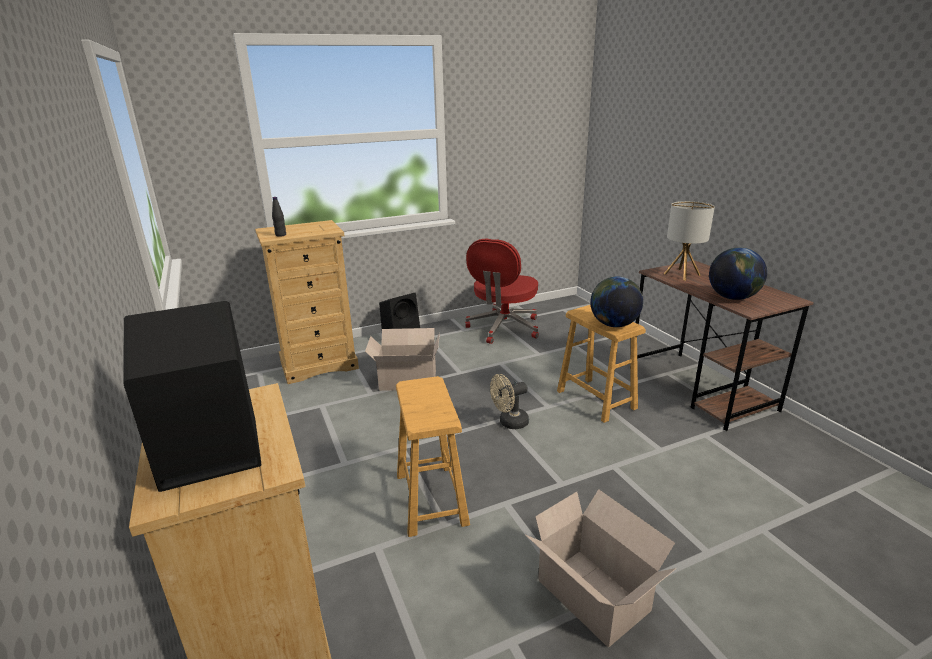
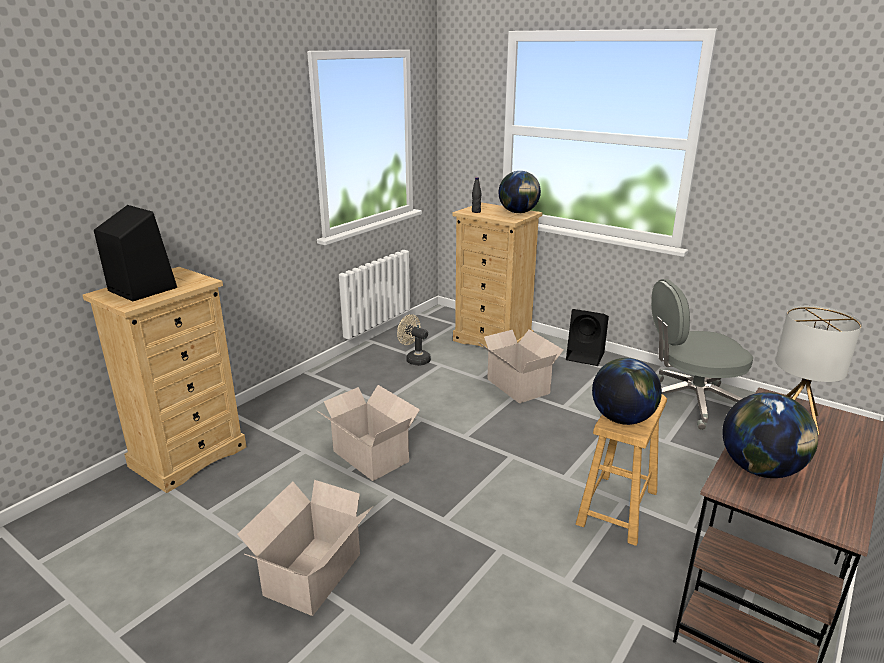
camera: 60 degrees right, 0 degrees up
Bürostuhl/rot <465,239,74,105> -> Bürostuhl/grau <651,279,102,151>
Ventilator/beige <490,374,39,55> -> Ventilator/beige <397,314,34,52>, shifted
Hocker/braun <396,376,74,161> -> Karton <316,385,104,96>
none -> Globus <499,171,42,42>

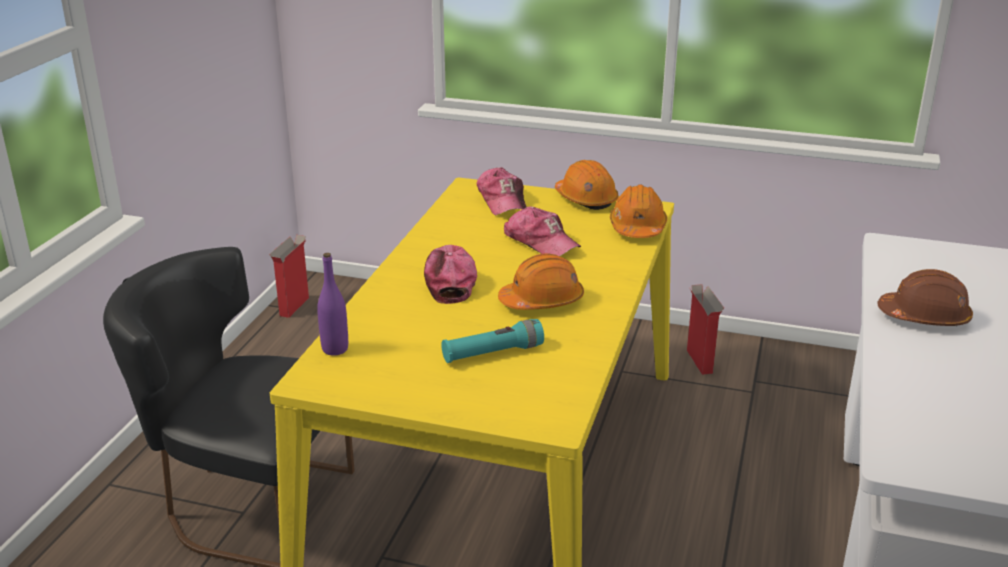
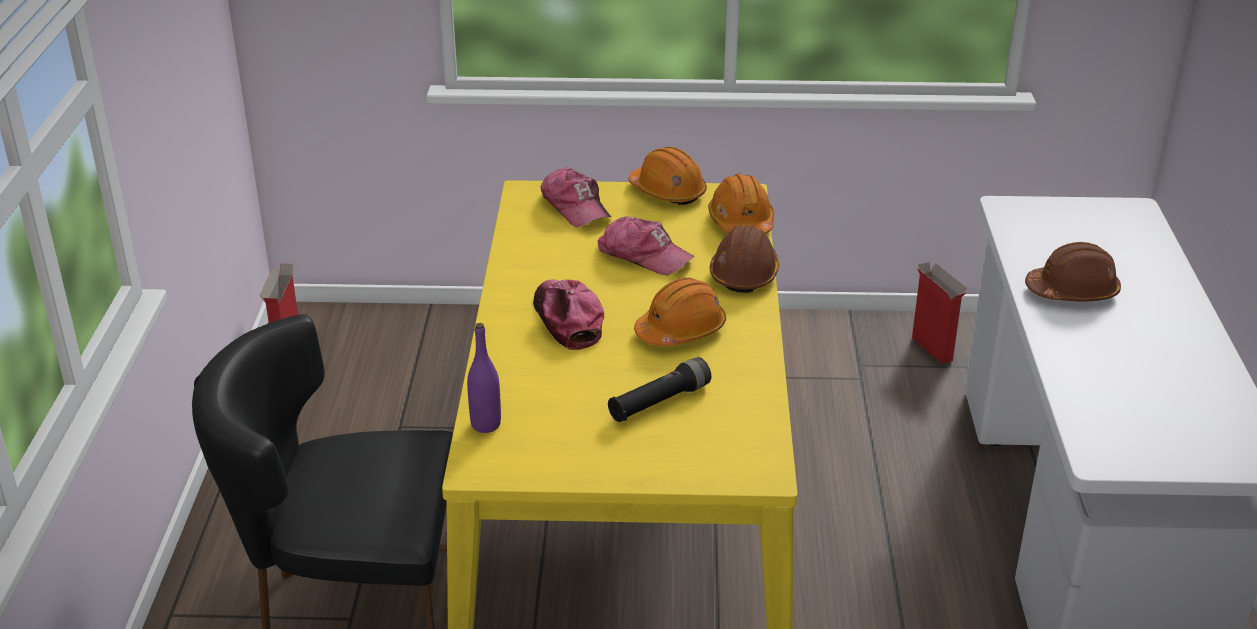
camera: 15 degrees left, 5 degrees up
Karton <687,284,37,91> -> Karton <912,262,55,102>, shifted
Taschenlampe/türkis <441,319,103,44> -> Taschenlampe/schwarz <608,357,103,65>
none -> Schutzhelm/braun <710,225,69,68>

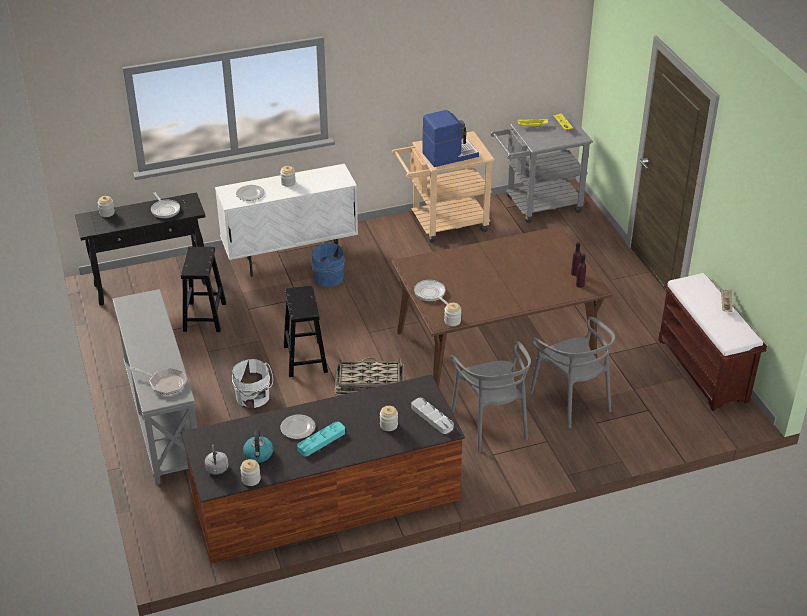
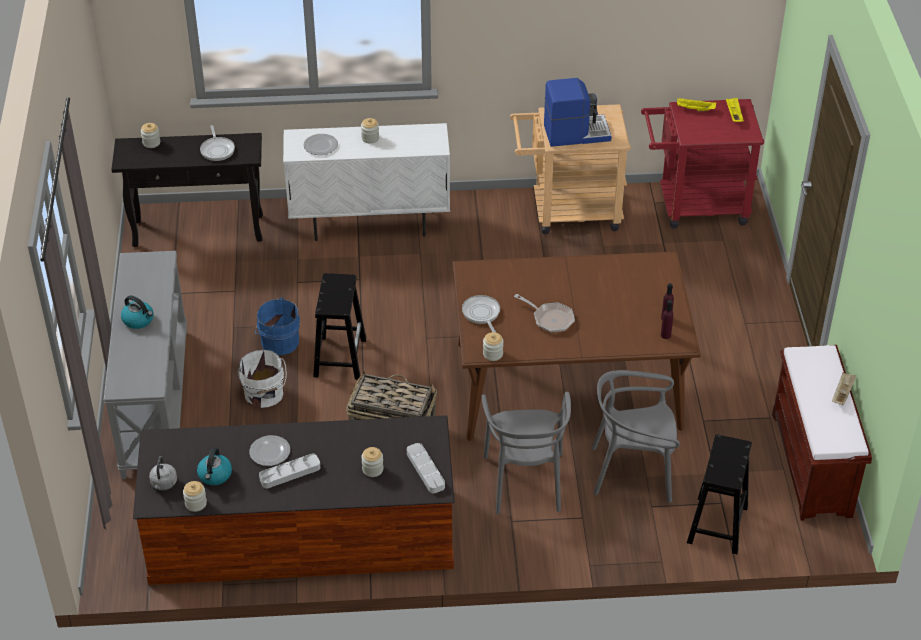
camera: 15 degrees right, 5 degrees up
Rollwagen/grau <490,114,103,109> -> Rollwagen/rot <641,99,123,129>
Eimer/blau <311,242,34,45> -> Eimer/blau <255,297,45,58>, shifted
Hocker/schwarz <181,247,45,85> -> Hocker/schwarz <687,434,65,120>, shifted
Stuhl/grau <529,317,86,111> -> Stuhl/grau <592,370,88,133>, 105 degrees clockwise
Pfanne <130,367,57,28> -> Pfanne <514,294,61,39>, shifted
Tablett/türkis <297,422,48,34> -> Tablett/grau <259,454,61,34>
none -> Wasserkessel <121,295,33,34>

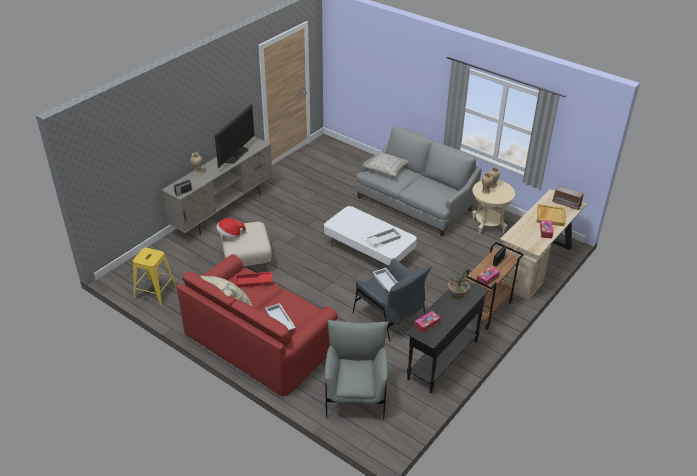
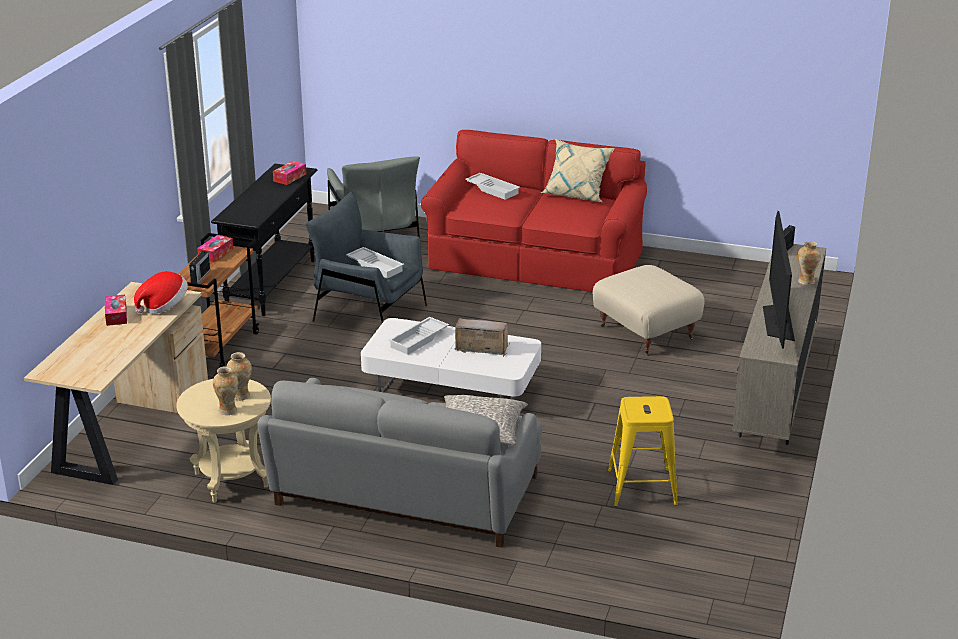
camera: 160 degrees right, 10 degrees down
Radio <552,185,32,25> -> Radio <455,318,55,39>, shifted
Tablett/beige <537,204,28,22> -> none
Hut <216,218,30,20> -> Hut <134,271,54,43>, shifted
Hocker/gelb <133,248,43,58> -> Hocker/gelb <608,396,70,110>, shifted
Topfpflanze <448,263,26,36> -> none
Tablett/rot <235,272,38,16> -> none

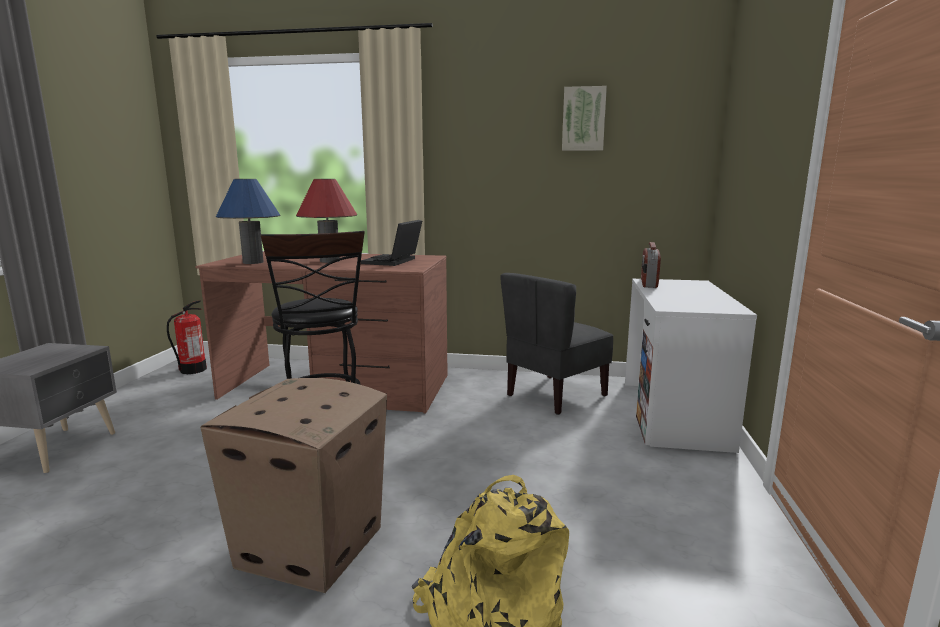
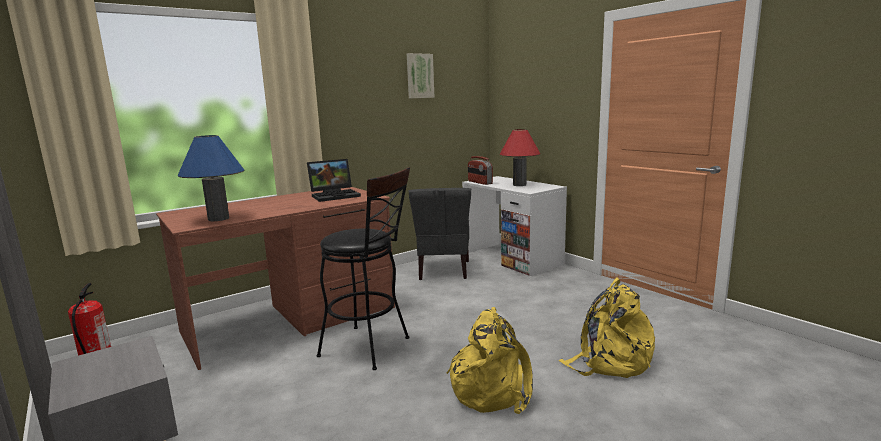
camera: 45 degrees left, 0 degrees up
Tischlampe/rot <296,179,61,84> -> Tischlampe/rot <500,129,40,57>, shifted
Laptop <361,220,61,46> -> Laptop <307,159,54,43>, 90 degrees counterclockwise
Karton <200,378,187,215> -> Rucksack/gelb <447,307,86,107>

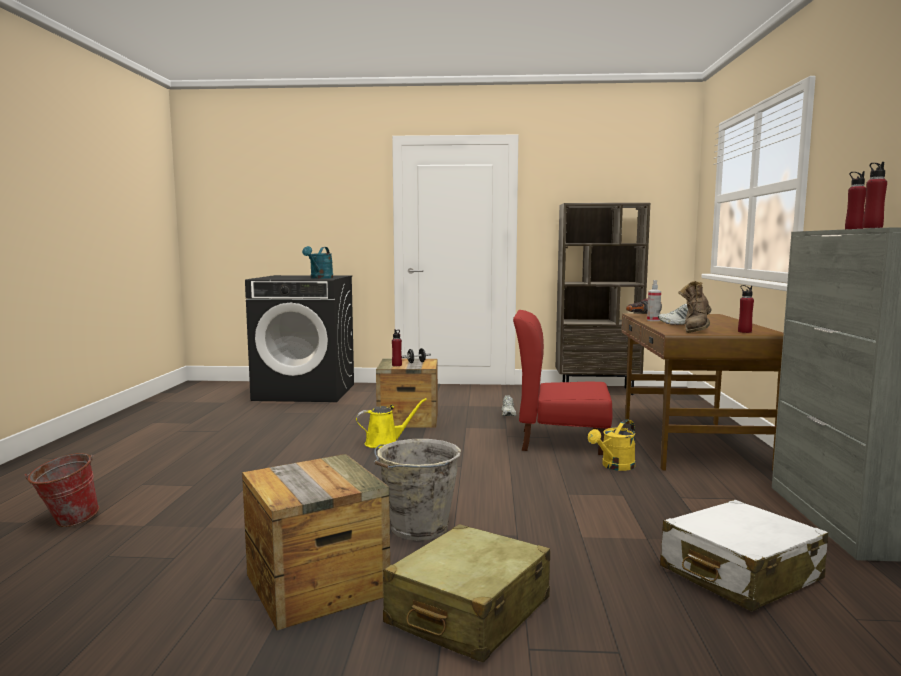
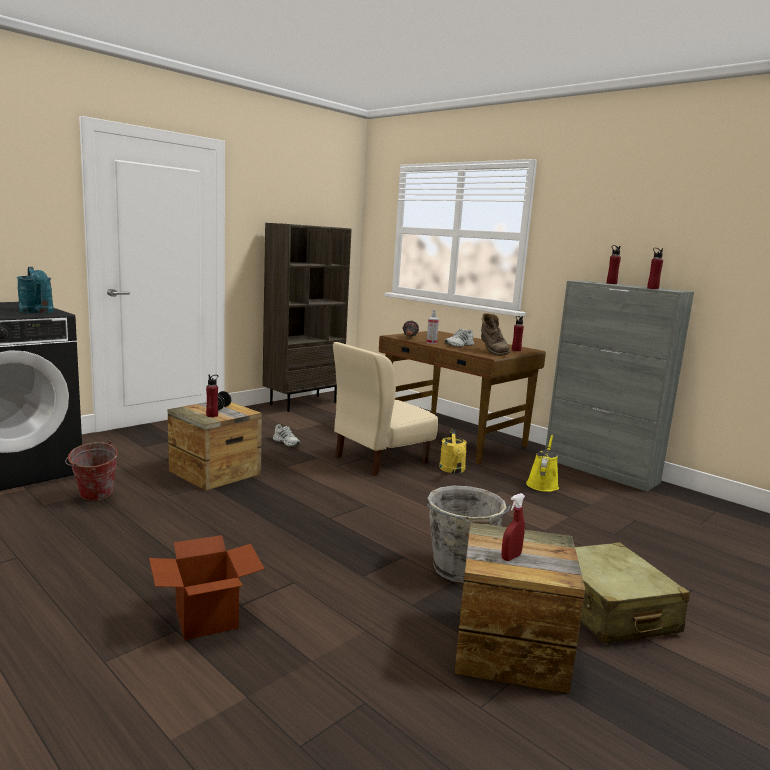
camera: 50 degrees left, 5 degrees up
Stuhl/rot <513,310,100,145> -> Stuhl/beige <333,342,105,134>
Gießkanne/gelb <356,398,71,50> -> Gießkanne/gelb <526,434,33,58>, shifted
Eimer <25,453,74,74> -> Eimer <65,441,53,60>, shifted
Koffer/weiß <660,500,168,112> -> none
none -> Sprühflasche/rot <501,493,24,68>
none -> Karton <149,535,116,105>

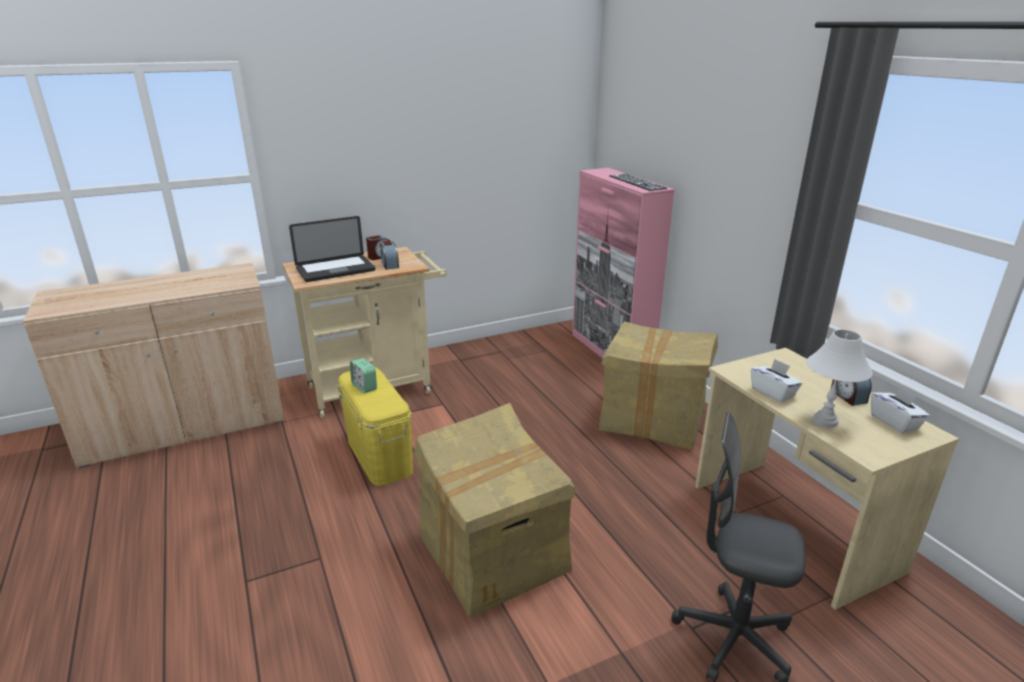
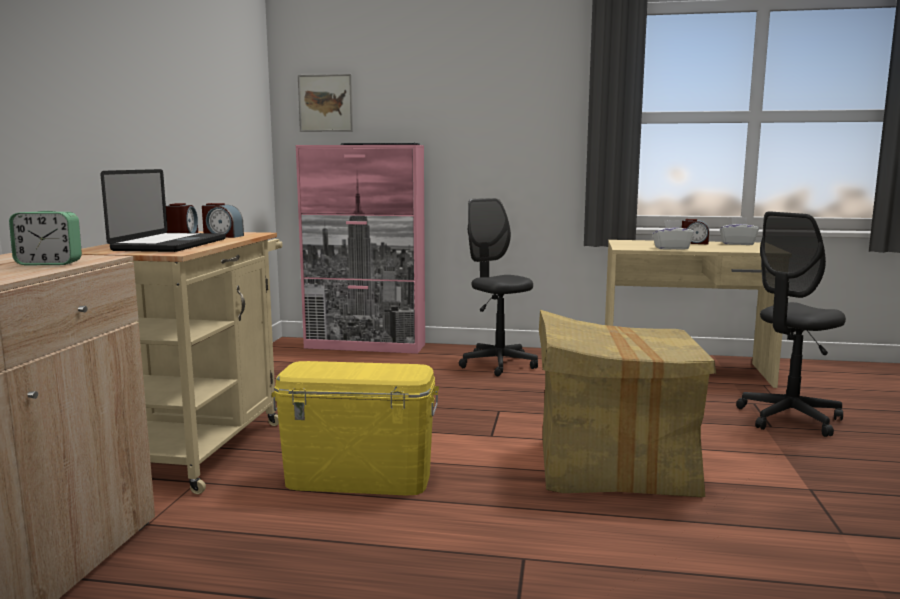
camera: 55 degrees left, 15 degrees down
Karton <598,321,120,129> -> Bürostuhl/grau <459,198,79,179>
Tischlampe/weiß <806,330,67,98> -> none
Wecker <350,358,27,35> -> Wecker <9,211,73,55>, shifted
none -> Bild <298,74,55,58>

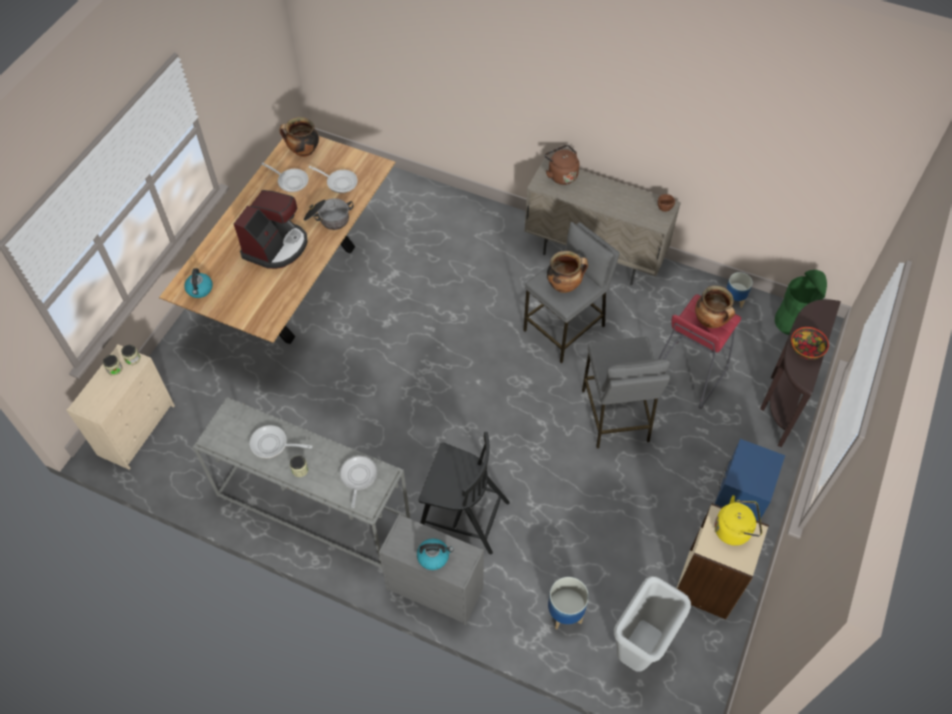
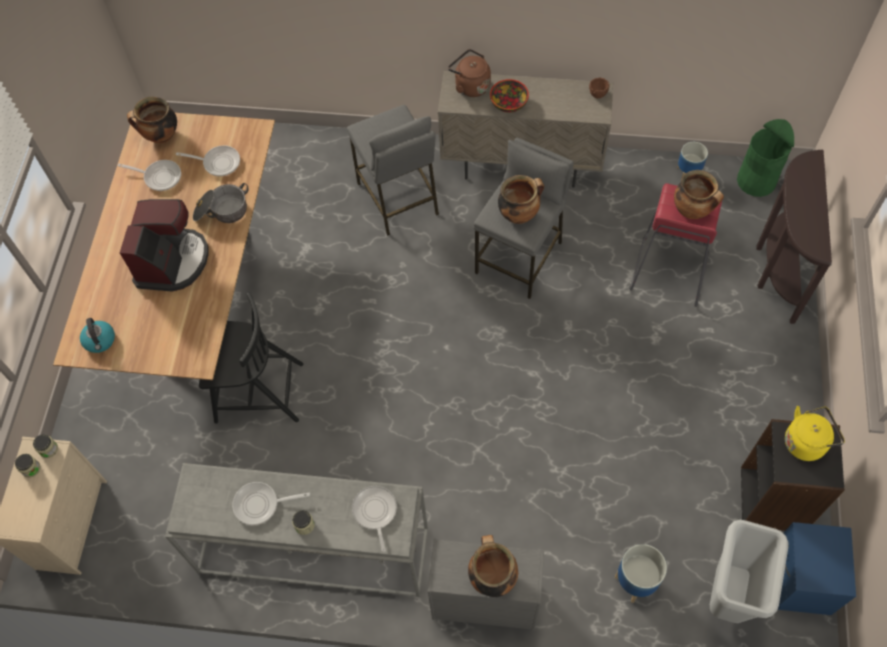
camera: 15 degrees left, 5 degrees up
Schüssel <791,327,38,33> -> Schüssel <490,79,39,34>, shifted
Hocker/grau <582,337,88,112> -> Hocker/grau <347,105,92,131>, shifted
Stuhl/schwarz <419,432,91,122> -> Stuhl/schwarz <199,293,104,131>, shifted
Nachttisch/blau <715,439,70,82> -> Nachttisch/blau <778,522,78,93>, shifted
Bücherregal/beige <677,503,92,116> -> Bücherregal/schwarz <741,419,104,112>
Wasserkessel <417,538,37,32> -> Kochtopf <468,535,50,62>

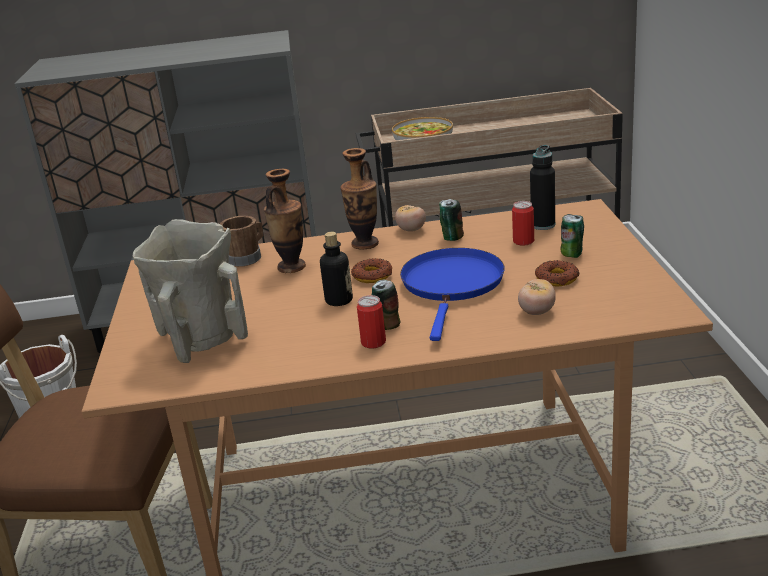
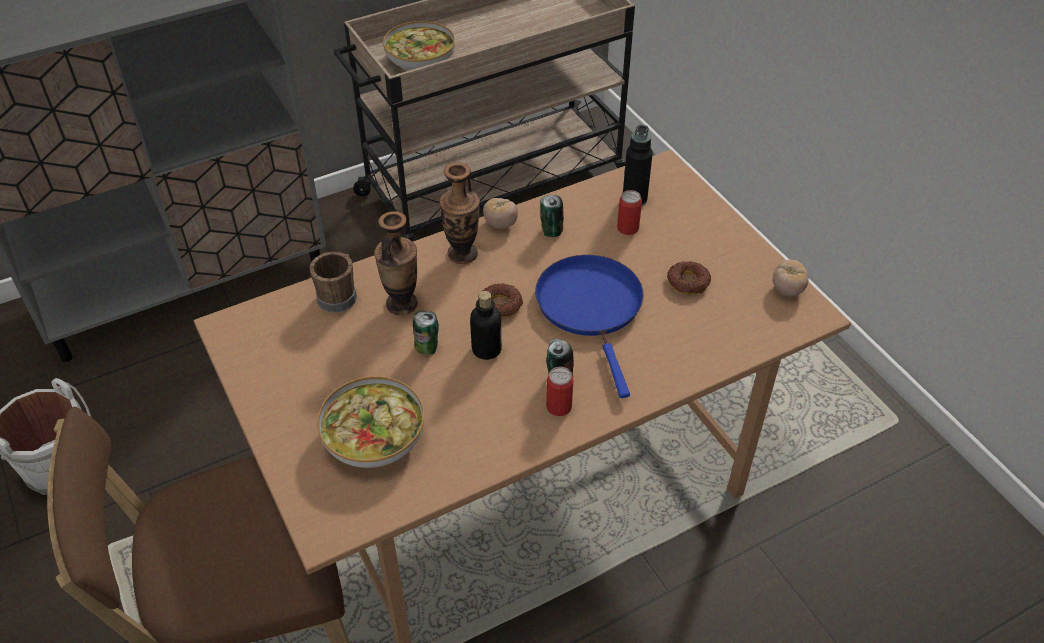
camera: 25 degrees left, 20 degrees up
Dose <560,214,24,44> -> Dose <413,311,26,43>, shifted
Vase/beige <133,219,115,144> -> Schüssel <317,376,107,92>
Tomate <518,279,38,36> -> Tomate <773,260,36,37>, shifted

